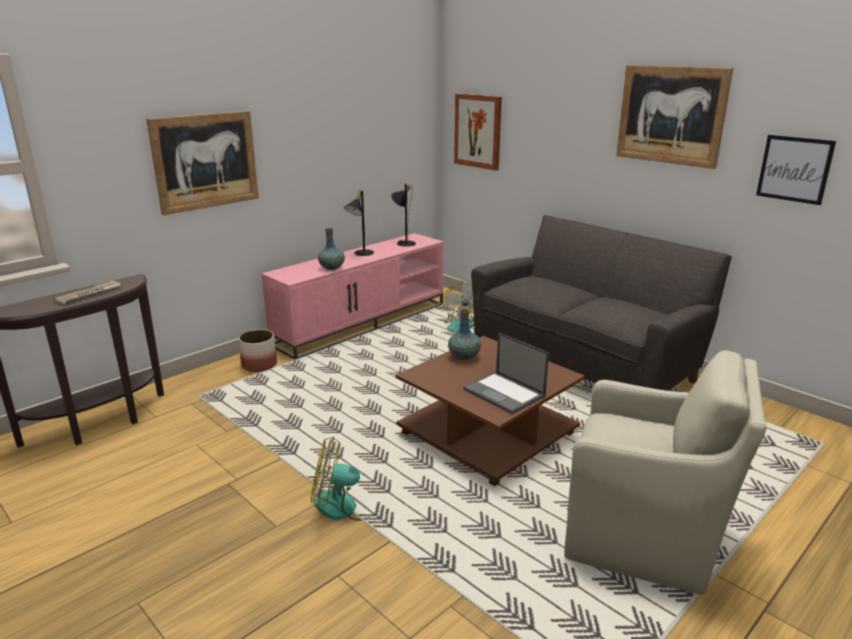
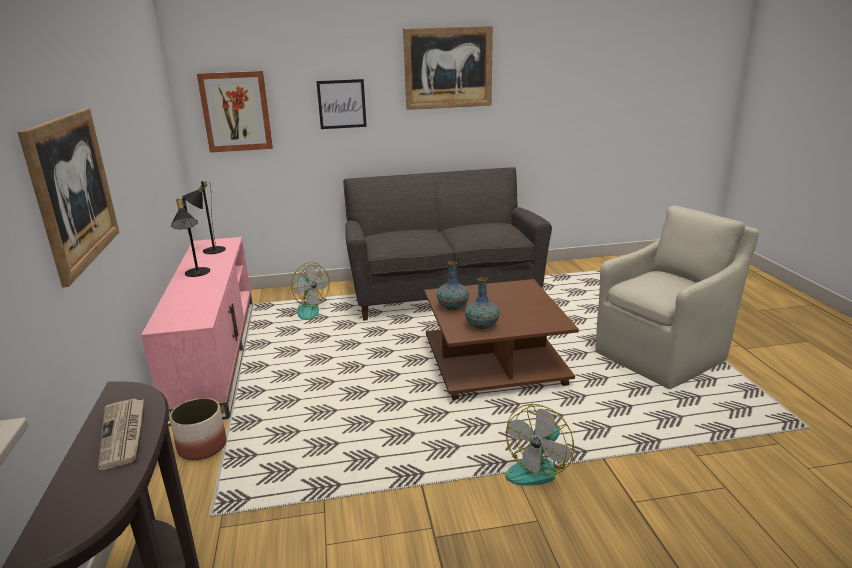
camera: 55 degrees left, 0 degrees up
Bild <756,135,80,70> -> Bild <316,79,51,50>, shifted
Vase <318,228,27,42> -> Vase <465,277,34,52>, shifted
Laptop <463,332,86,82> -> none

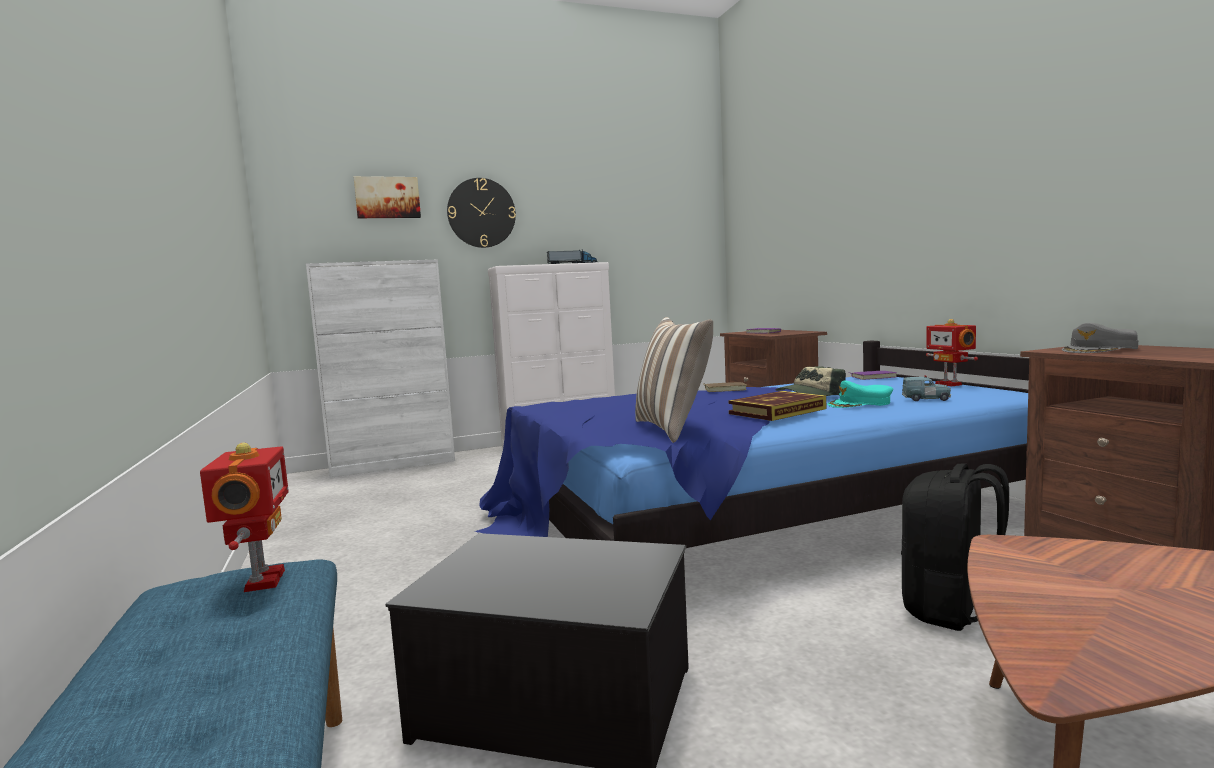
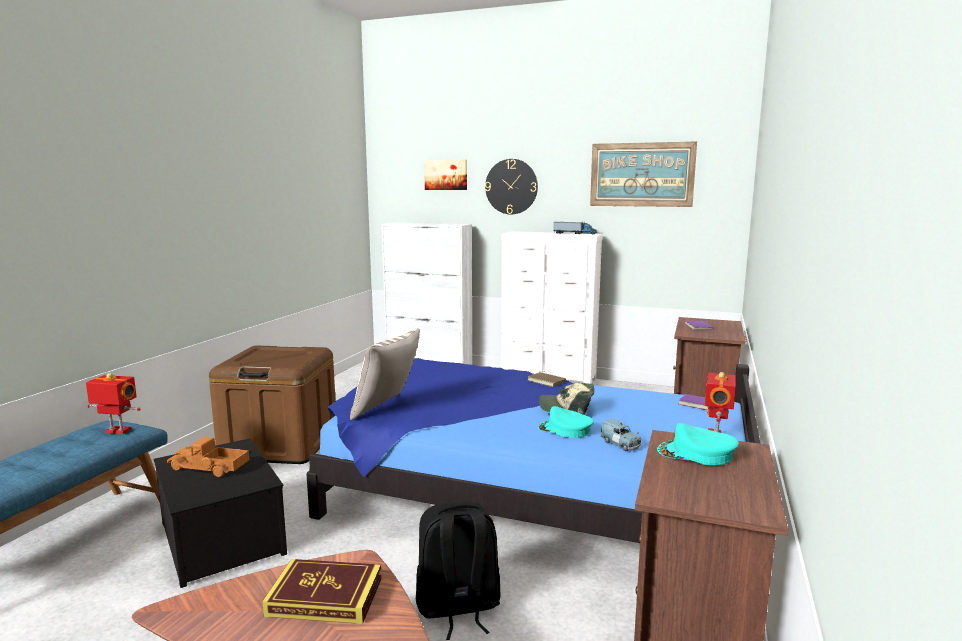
camera: 40 degrees right, 5 degrees up
Kappe/grau <1062,323,76,30> -> Kappe/türkis <657,423,82,43>
Buch <728,391,98,30> -> Buch <262,559,120,65>, shifted
Spielzeugroboter <200,443,89,149> -> Spielzeugroboter <86,373,54,61>, 105 degrees counterclockwise
none -> Bild <590,141,107,66>
none -> Aufbewahrungsbox/braun <209,346,127,118>
none -> Spielzeuglaster <167,437,82,40>

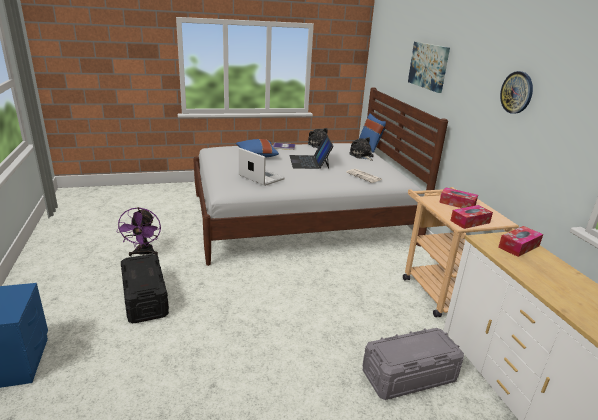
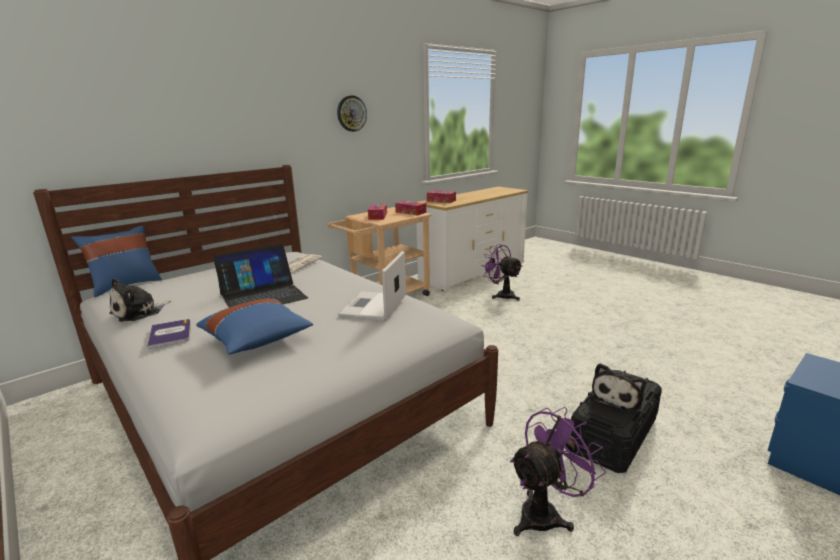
camera: 115 degrees left, 5 degrees down
Bild <408,42,42,51> -> none
Plüschtier <349,137,24,24> -> Plüschtier <591,363,55,50>, shifted
Aufbewahrungsbox/grau <363,328,101,72> -> Ventilator/lila <481,244,42,57>

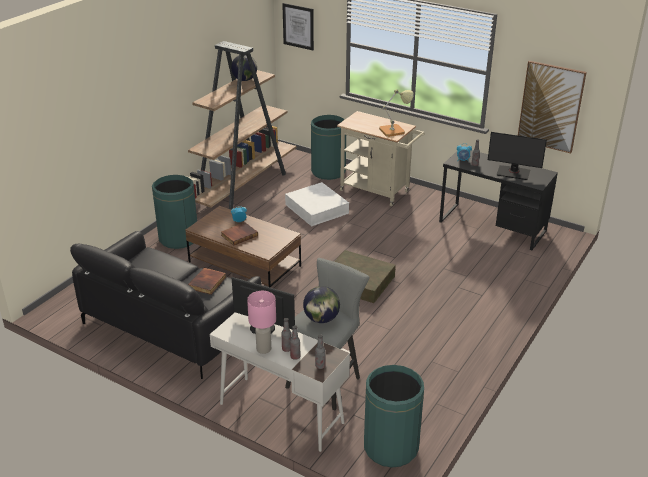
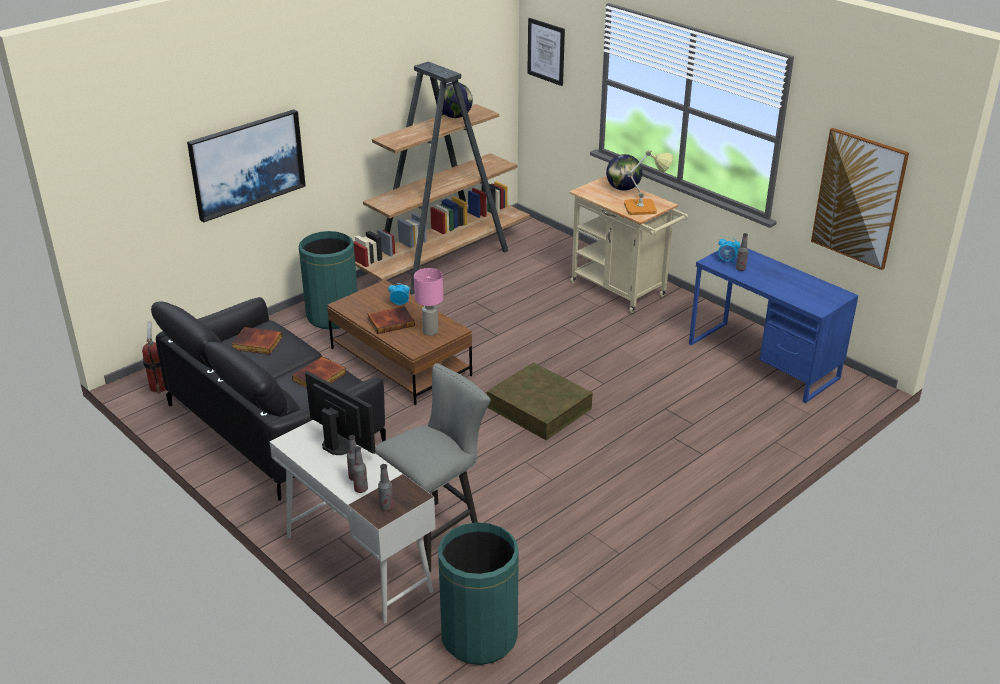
camera: 15 degrees right, 0 degrees up
Mülleimer/grün <311,115,35,65> -> none
Monitor <488,132,59,48> -> none
Schreibtisch/schwarz <439,150,119,100> -> Schreibtisch/blau <689,245,169,158>
Aufbewahrungsbox/weiß <285,182,64,44> -> none
Globus <303,286,37,37> -> Globus <606,154,36,37>, shifted
Tischlampe/rosa <247,291,29,63> -> Tischlampe/rosa <414,268,30,68>, shifted
none -> Bild <187,109,119,113>
none -> Feuerlöscher <142,322,24,72>
none -> Buch <232,327,51,28>

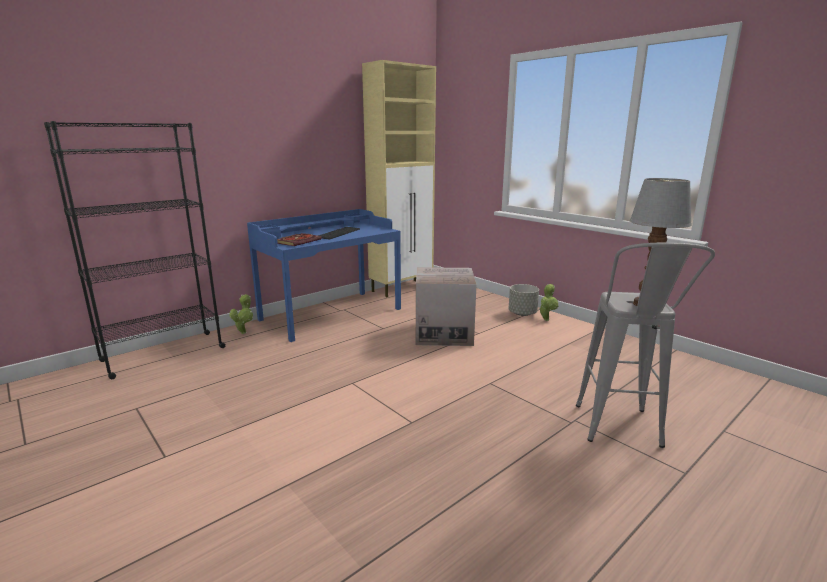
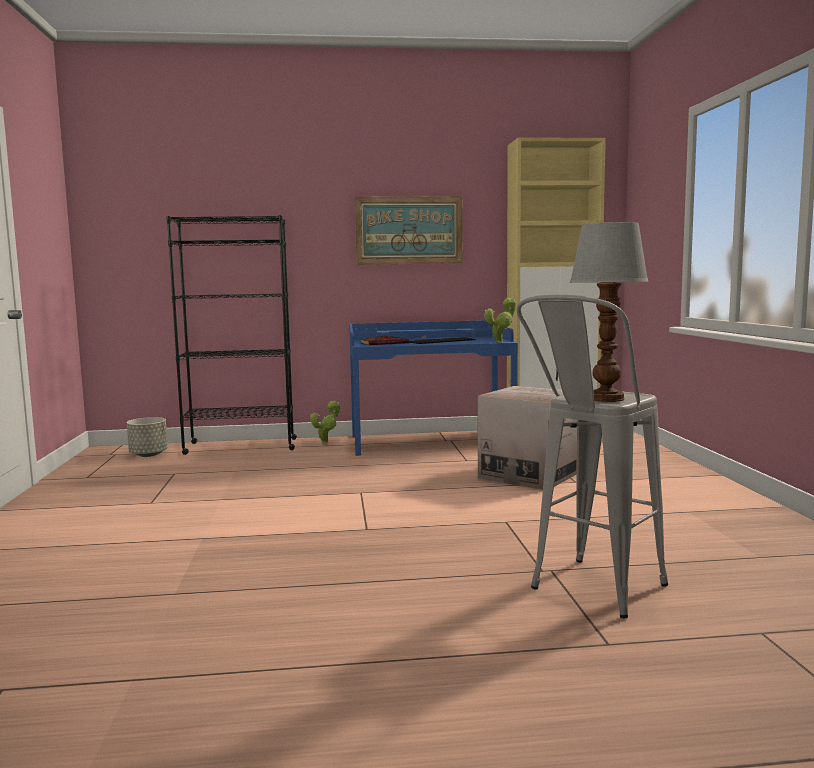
camera: 35 degrees right, 10 degrees down
Pflanzkübel/grau <509,284,30,32> -> Pflanzkübel/grau <127,417,41,40>, shifted
Topfpflanze <539,284,19,37> -> Topfpflanze <484,298,32,45>, shifted
none -> Bild <355,196,108,69>

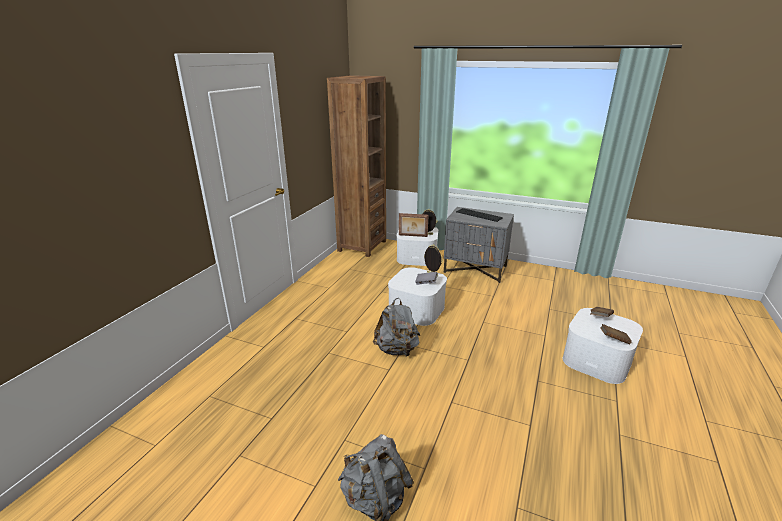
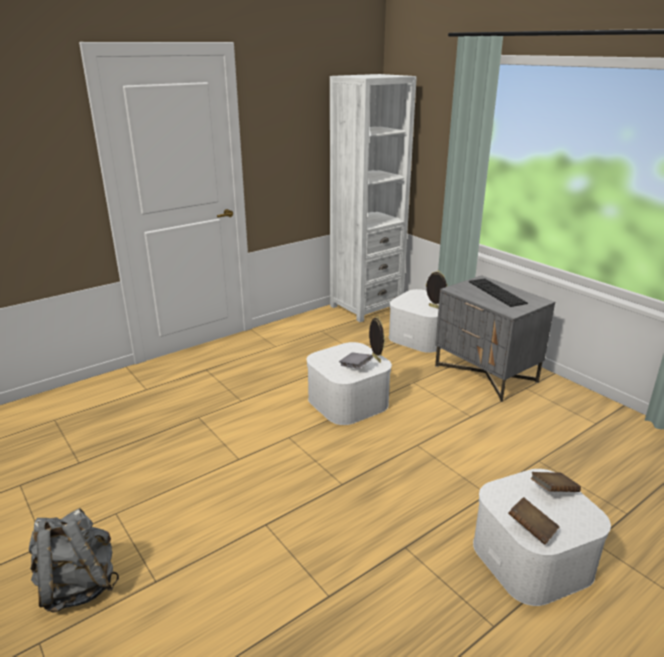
camera: 30 degrees right, 0 degrees up
Bücherregal/braun <327,75,59,182> -> Bücherregal/weiß <330,74,87,248>
Bilderrahmen <399,213,29,24> -> none
Rucksack/grau <373,298,47,58> -> none

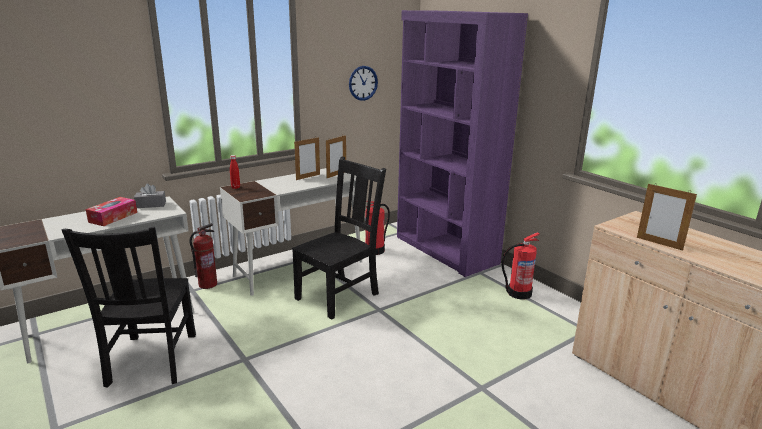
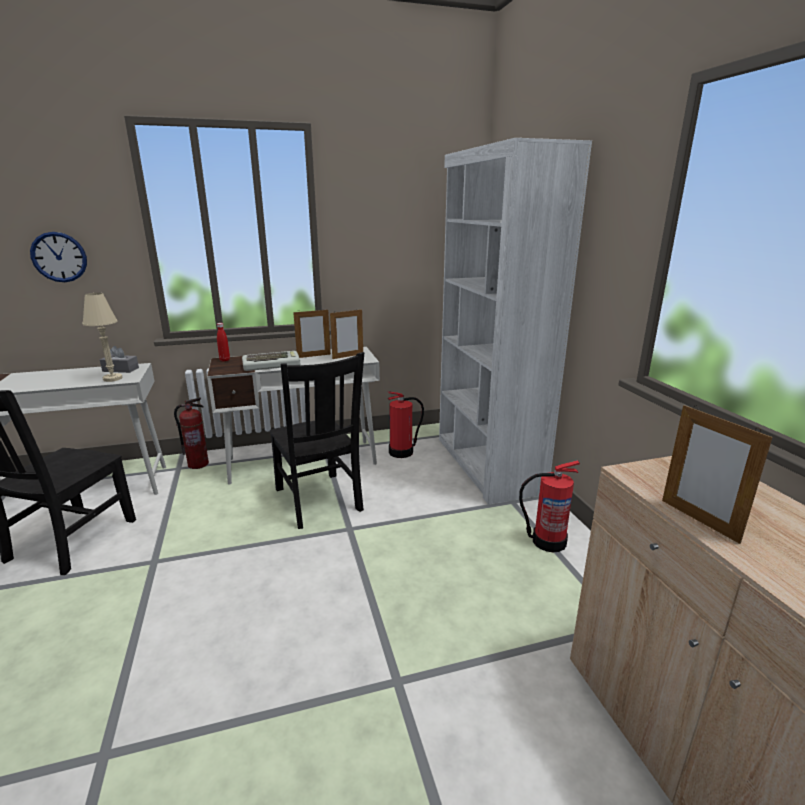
camera: 20 degrees right, 0 degrees up
Bücherregal/lila <397,10,131,267> -> Bücherregal/weiß <439,138,153,367>
Wanduhr <349,66,29,35> -> Wanduhr <30,232,57,50>, shifted
Stuhl/schwarz <292,156,94,163> -> Stuhl/schwarz <270,352,94,177>, 90 degrees clockwise
Taschentuchbox <86,197,51,29> -> none
none -> Tischlampe/beige <82,293,41,89>
none -> Tastatur <242,351,58,20>

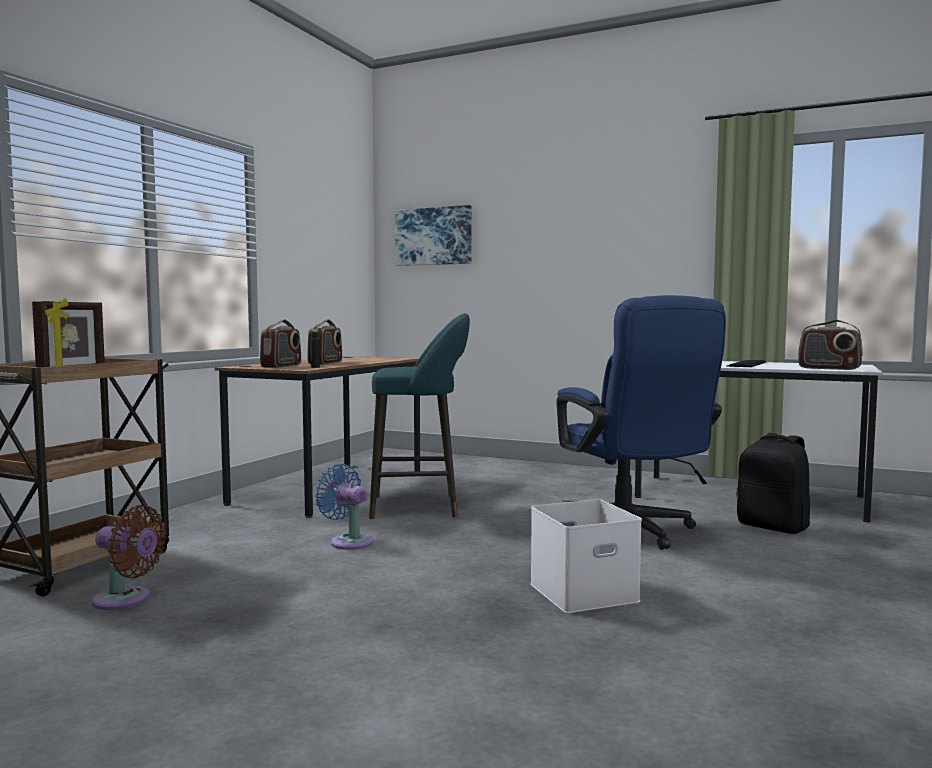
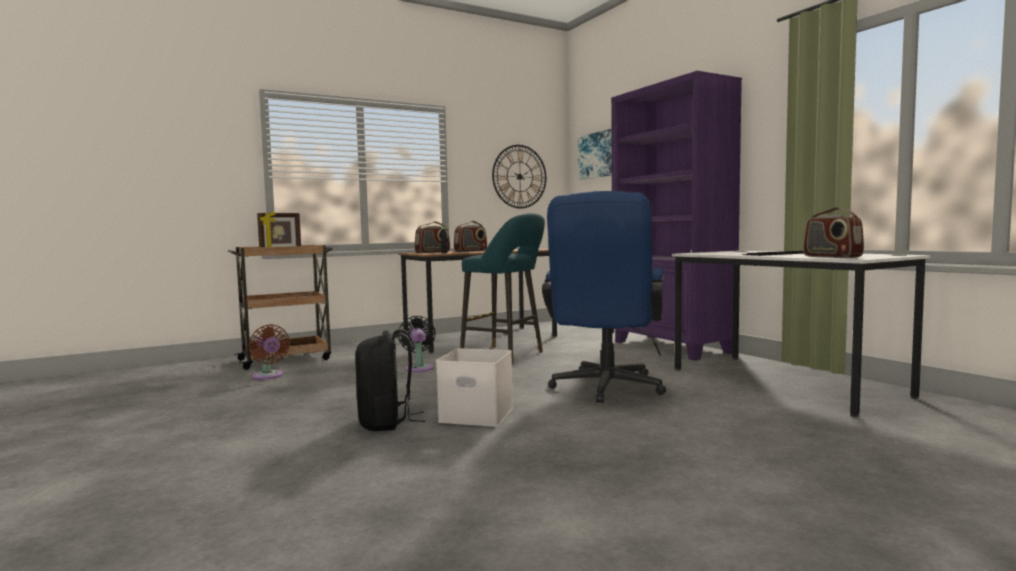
camera: 35 degrees right, 0 degrees up
Rucksack/schwarz <736,433,74,101> -> Rucksack/schwarz <355,329,70,102>, shifted
Ventilator/blau <315,464,58,86> -> Ventilator/schwarz <398,316,38,56>
none -> Bücherregal/lila <611,71,131,289>
none -> Wanduhr <492,145,54,64>

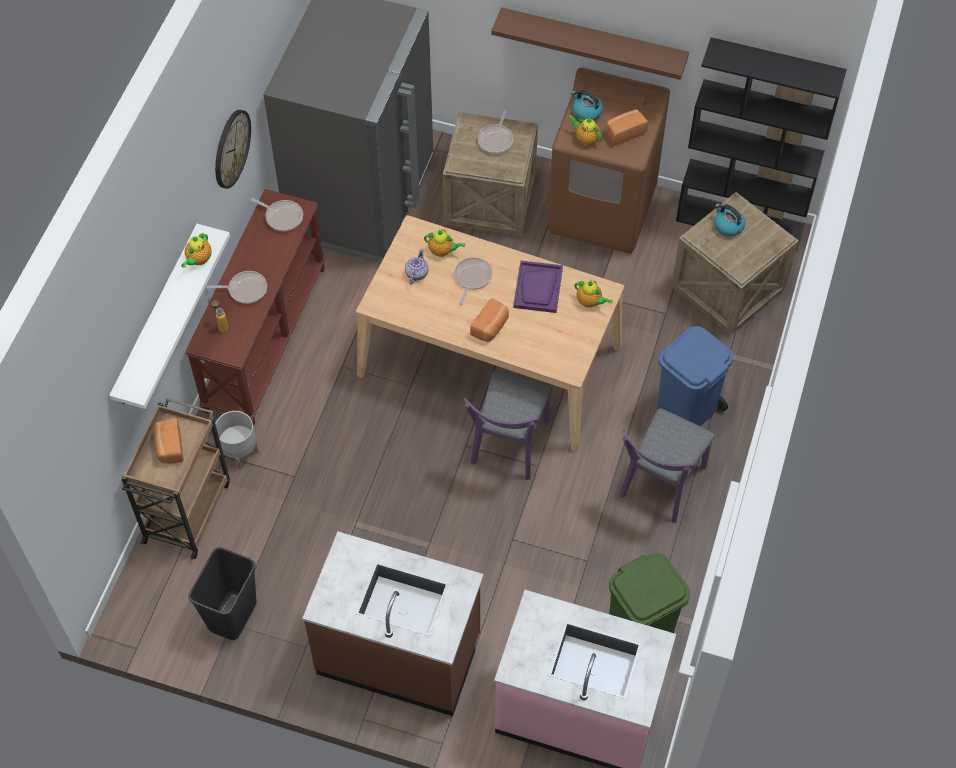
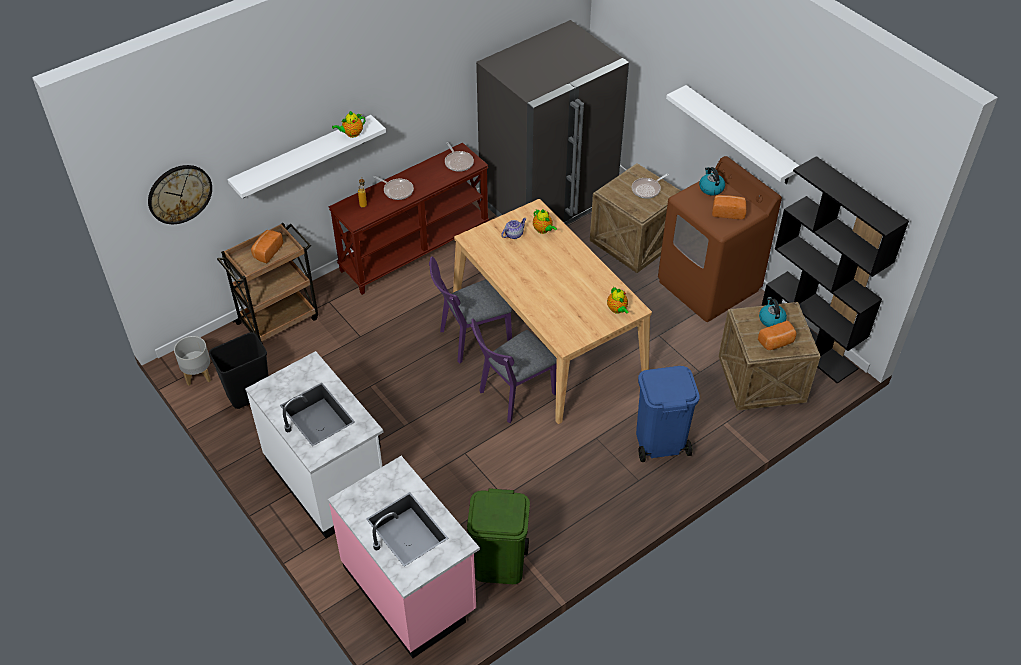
camera: 35 degrees right, 10 degrees down
Wandregal/braun <491,7,198,73> -> Wandregal/weiß <666,85,133,99>
Wanduhr <215,110,36,79> -> Wanduhr <148,165,64,59>, shifted
Teekanne <568,115,34,31> -> none
Pfanne <454,257,38,48> -> none
Tablett/lila <513,261,50,52> -> none
Brot <470,298,39,44> -> Brot <758,321,38,29>, shifted
Stuhl/lila <620,408,95,115> -> Stuhl/lila <429,256,83,107>, shifted
Pflanzkübel/grau <215,411,44,59> -> Pflanzkübel/grau <174,336,37,50>, shifted
Küchenzeile/braun <302,532,182,184> -> Küchenzeile/weiß <245,351,139,187>

